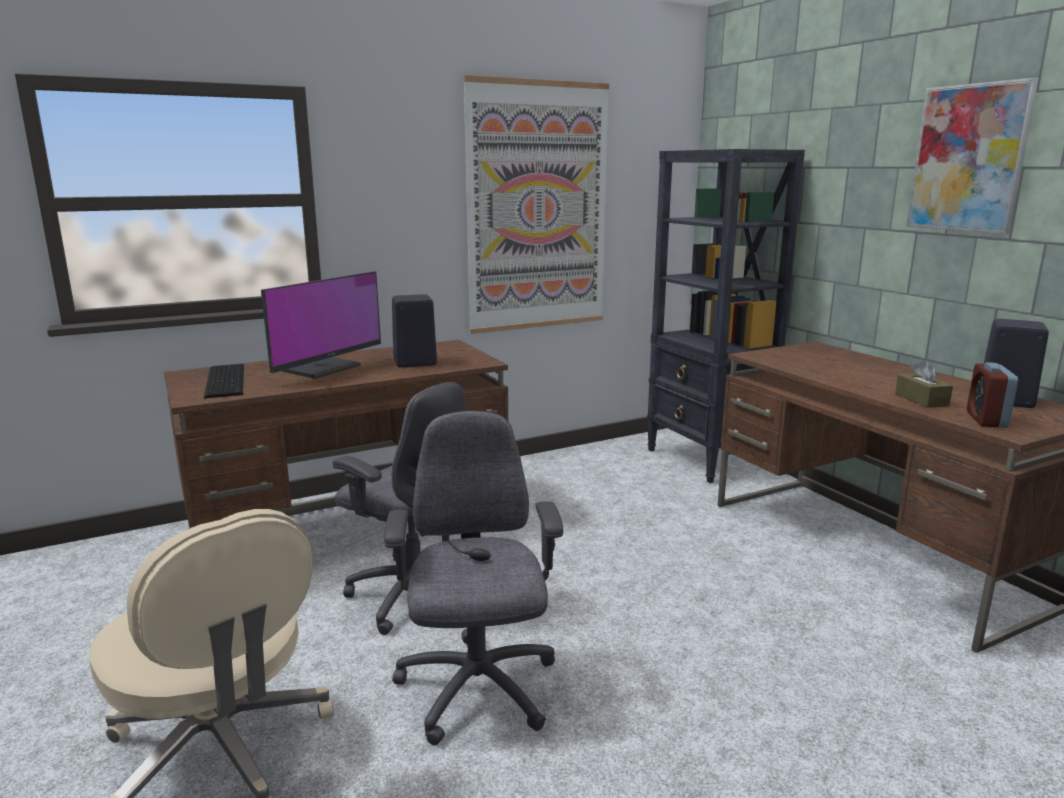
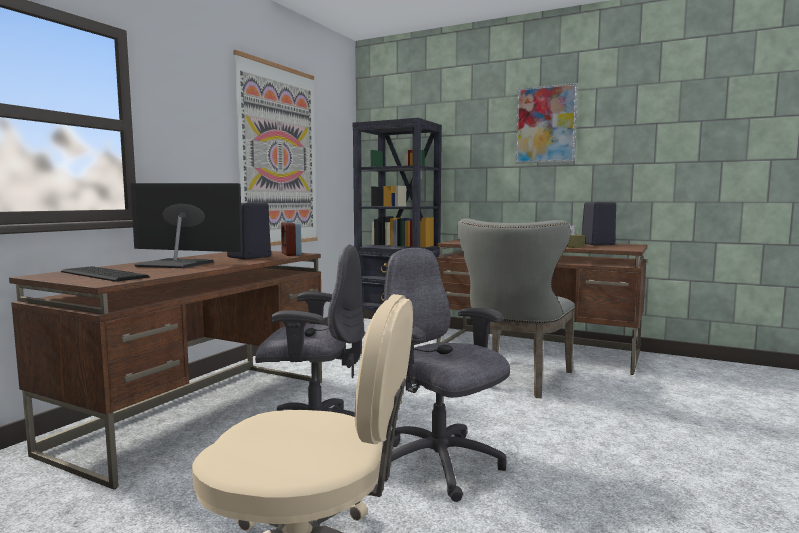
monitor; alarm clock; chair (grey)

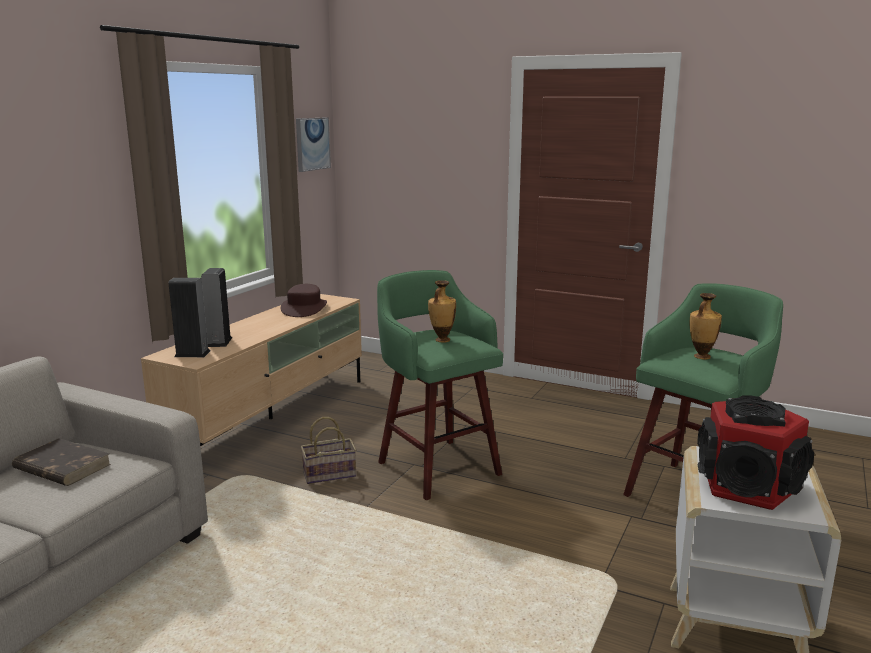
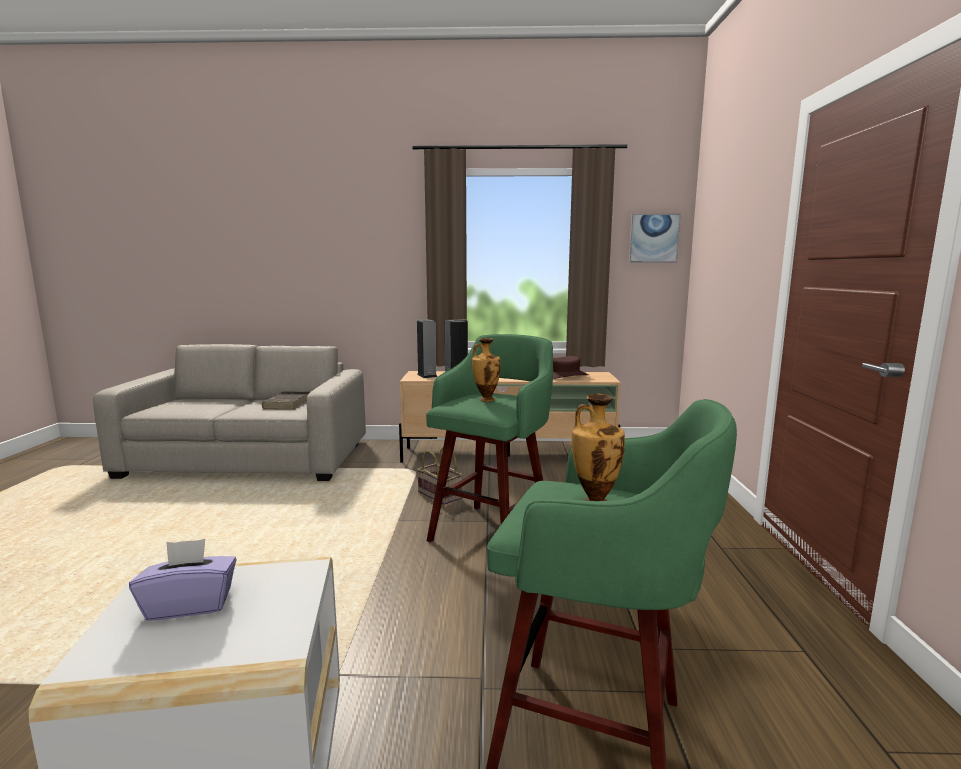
tissue box (purple)

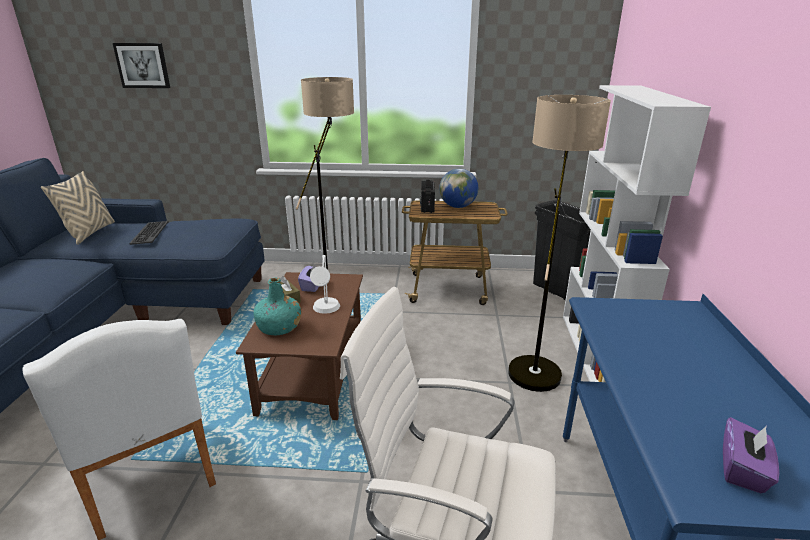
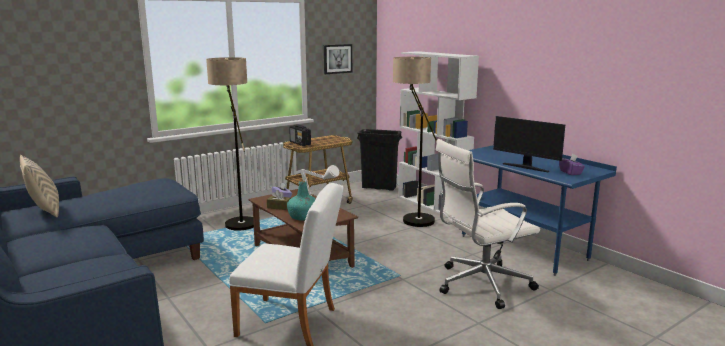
picture; monitor; keyboard; globe

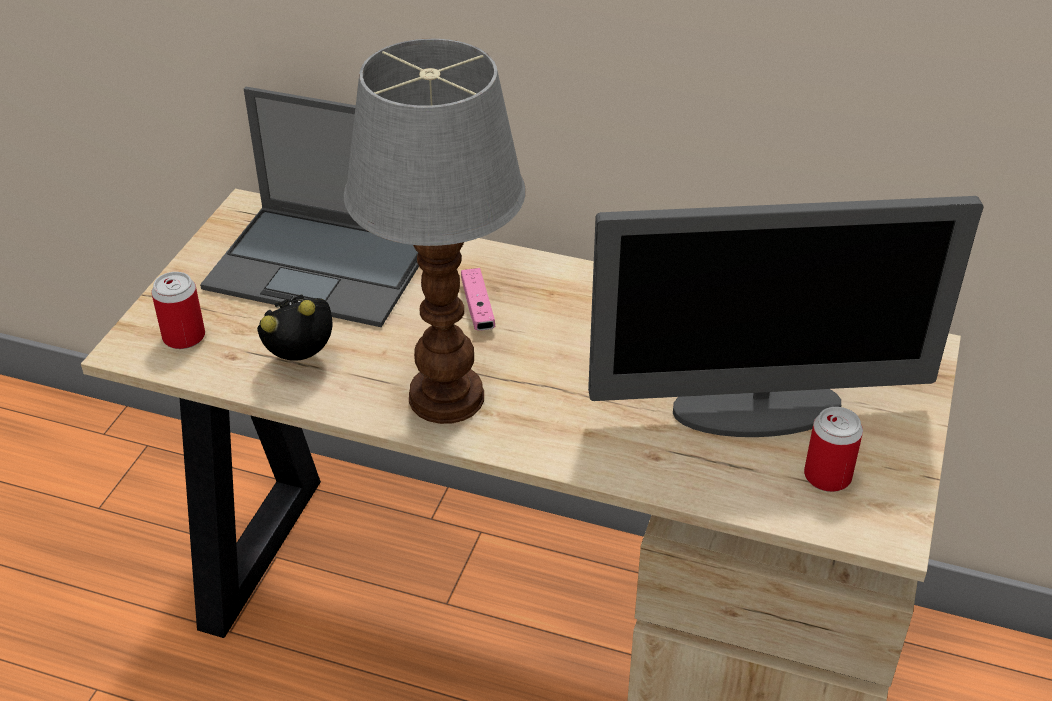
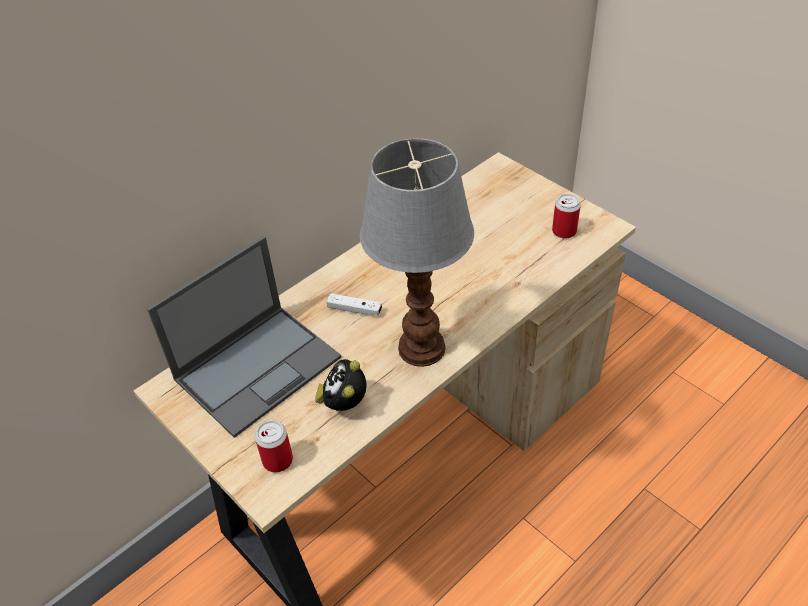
game controller (white); monitor

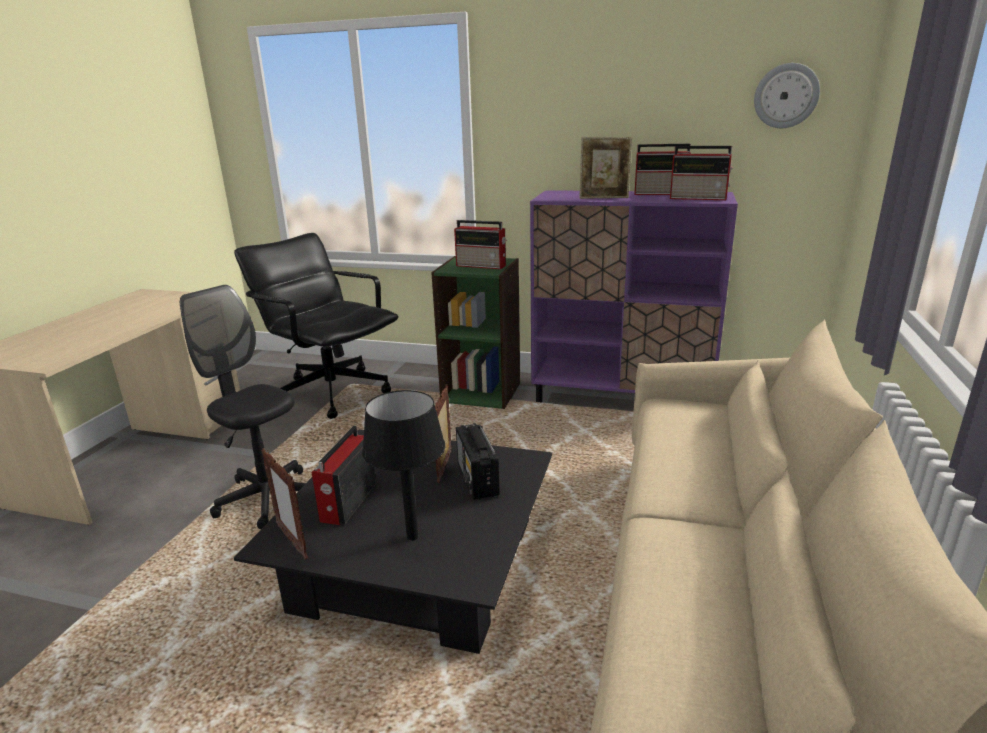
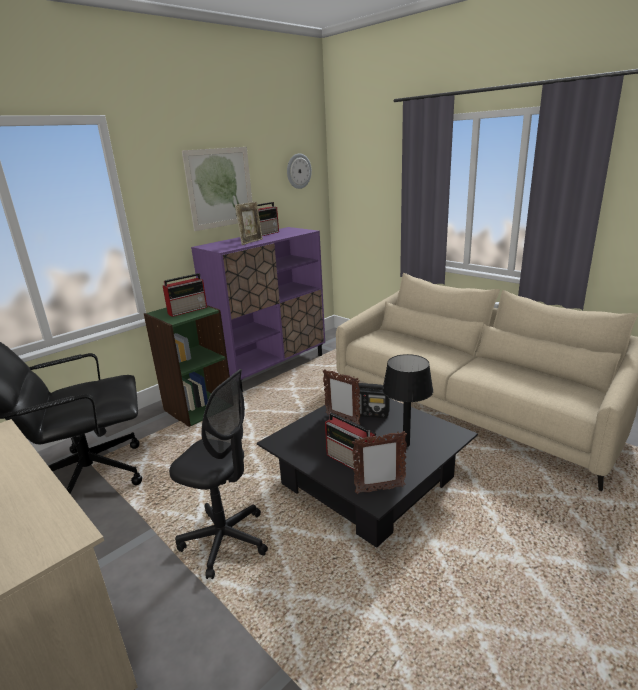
office chair (black) (2nd from left); picture; radio (5th from left in the first image)

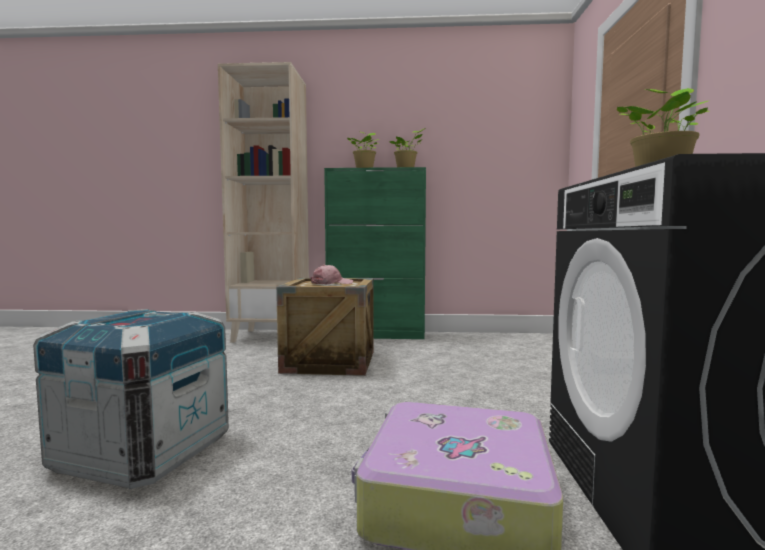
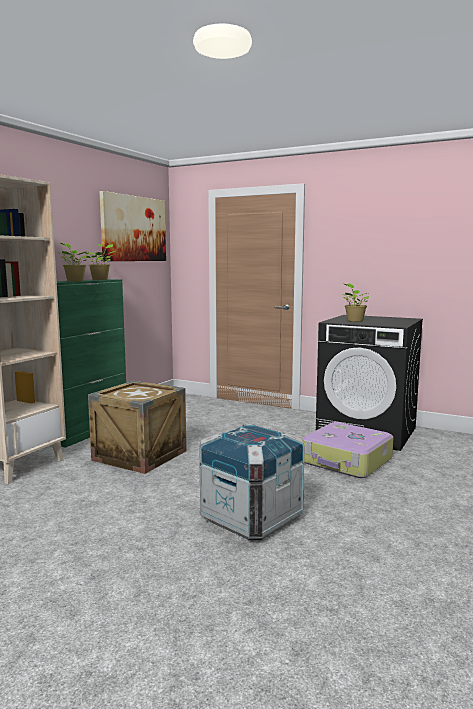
picture; cap (pink)

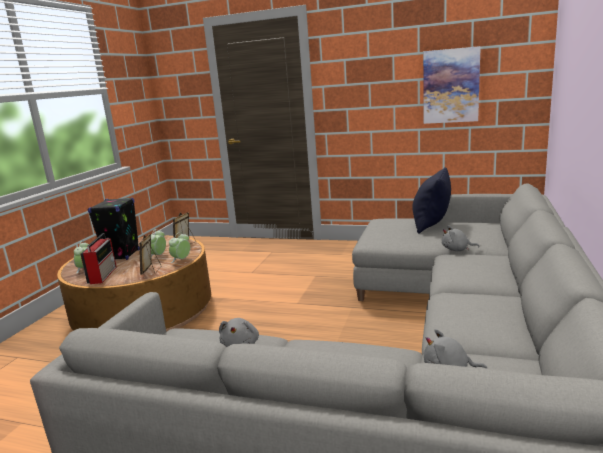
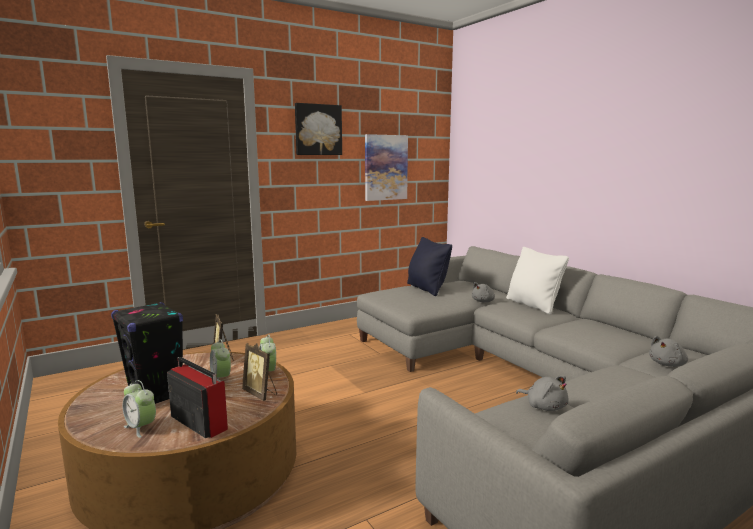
picture (1st from left); pillow (white)

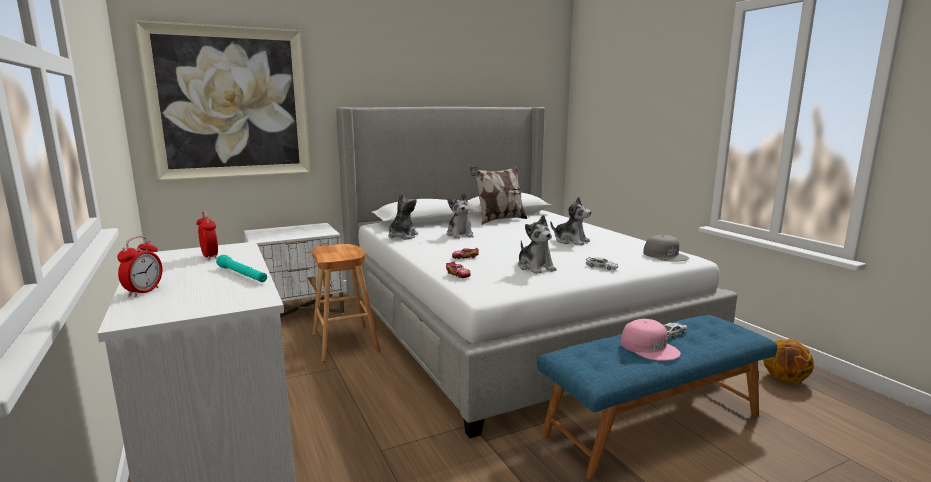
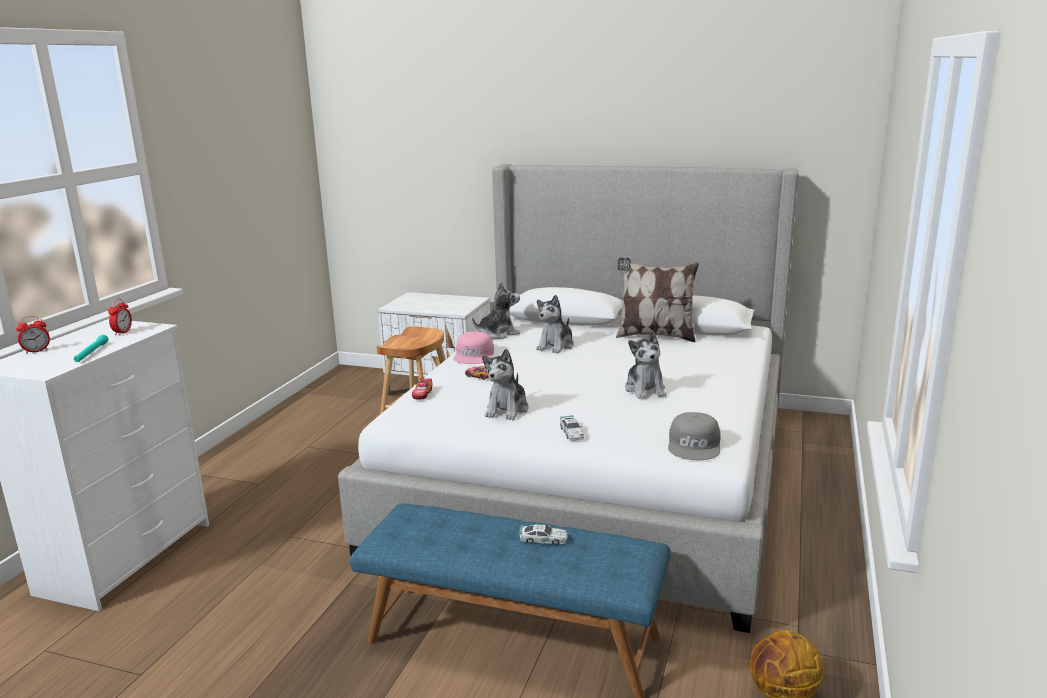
cap (pink); picture

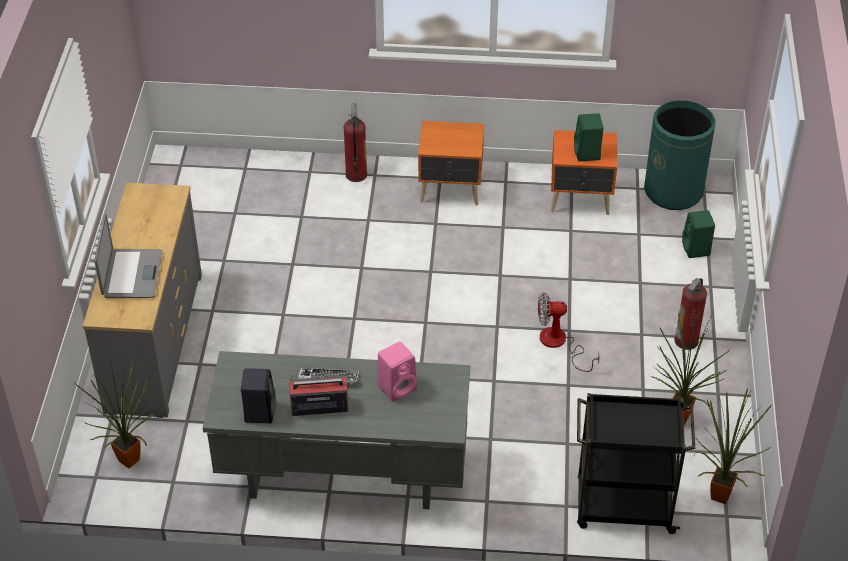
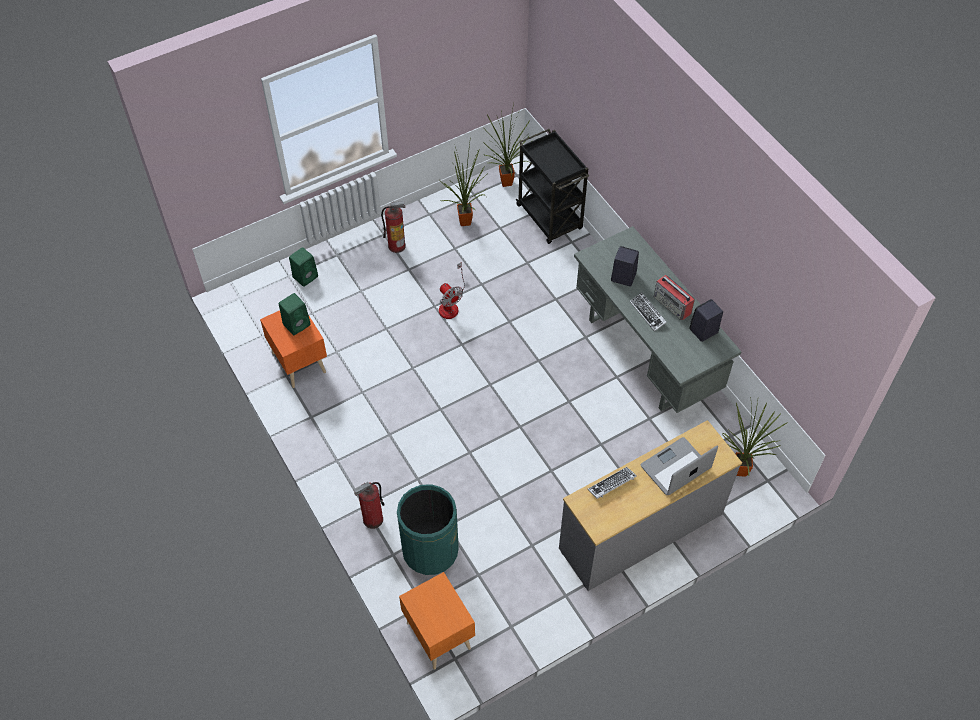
trash can (green); nightstand (orange) (2nd from left); keyboard (1st from left); speaker (black) (1st from left)

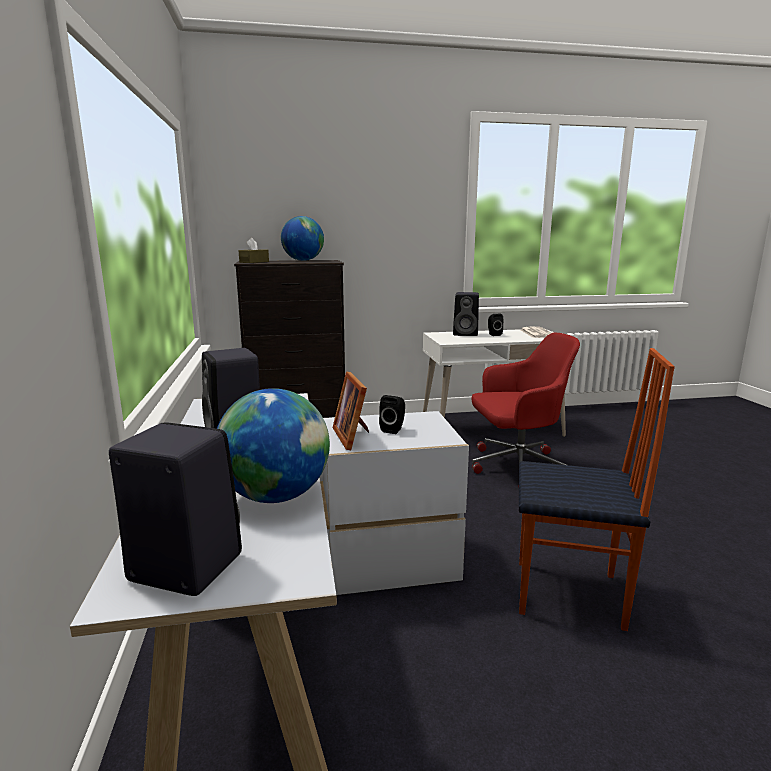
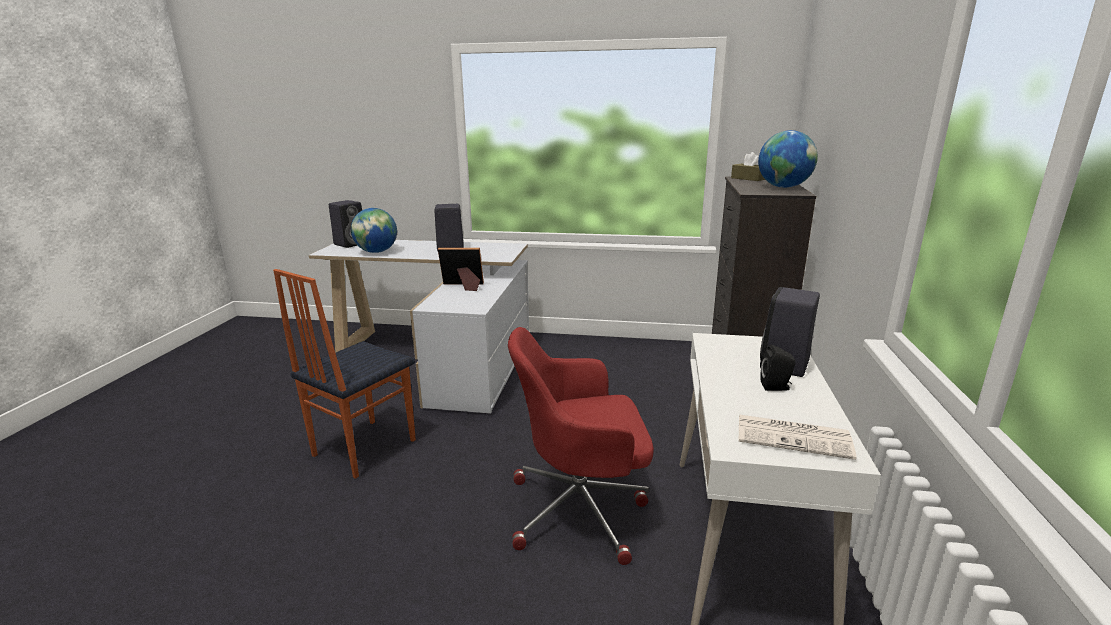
office chair (red); speaker (black) (3rd from left in the first image)

